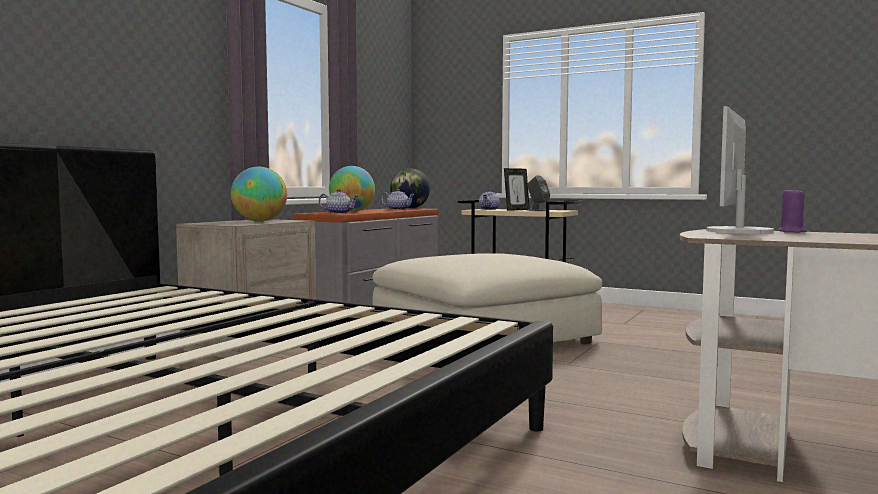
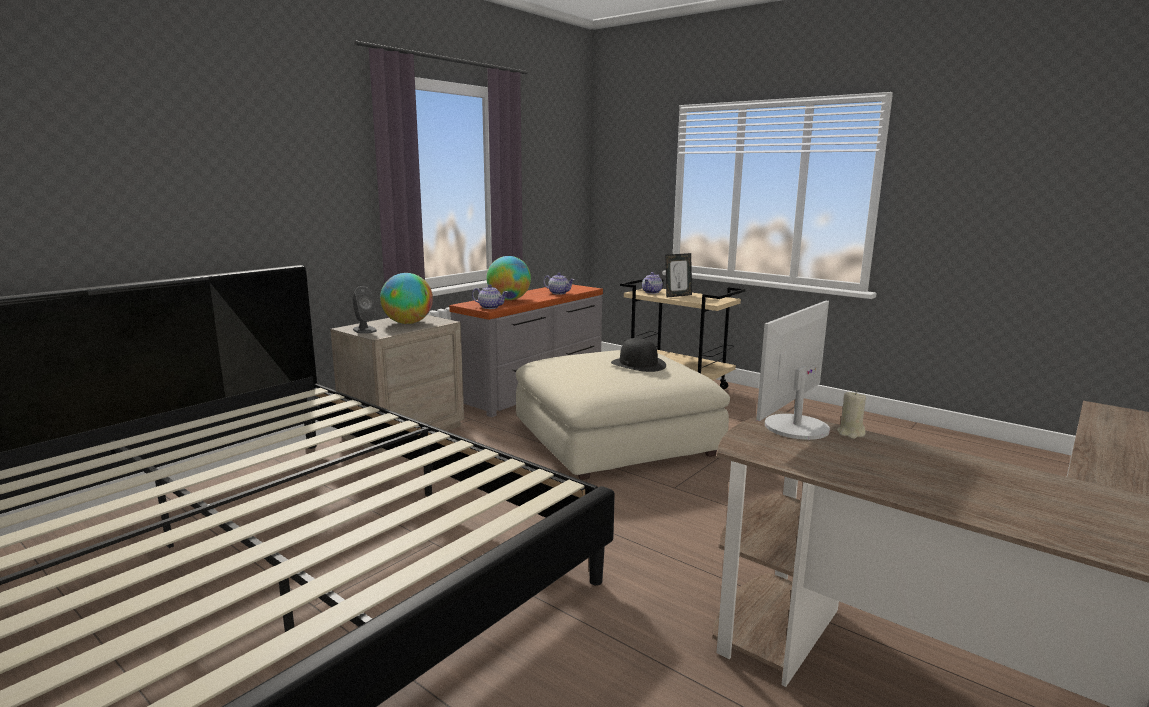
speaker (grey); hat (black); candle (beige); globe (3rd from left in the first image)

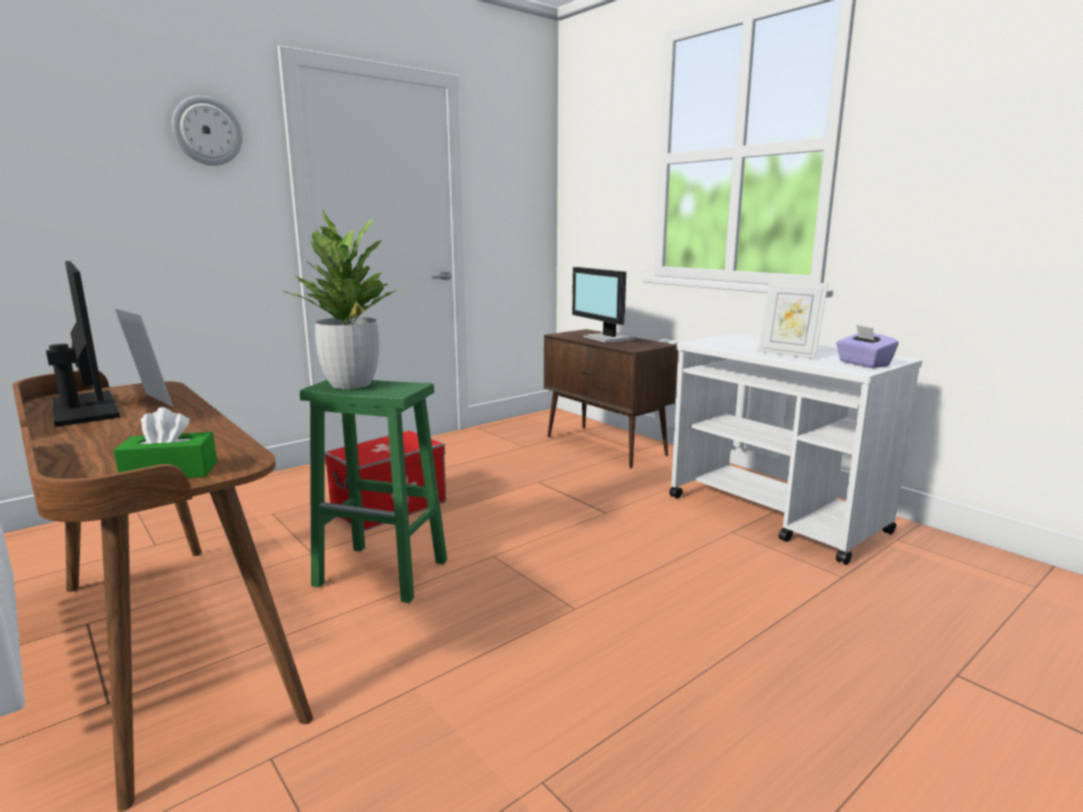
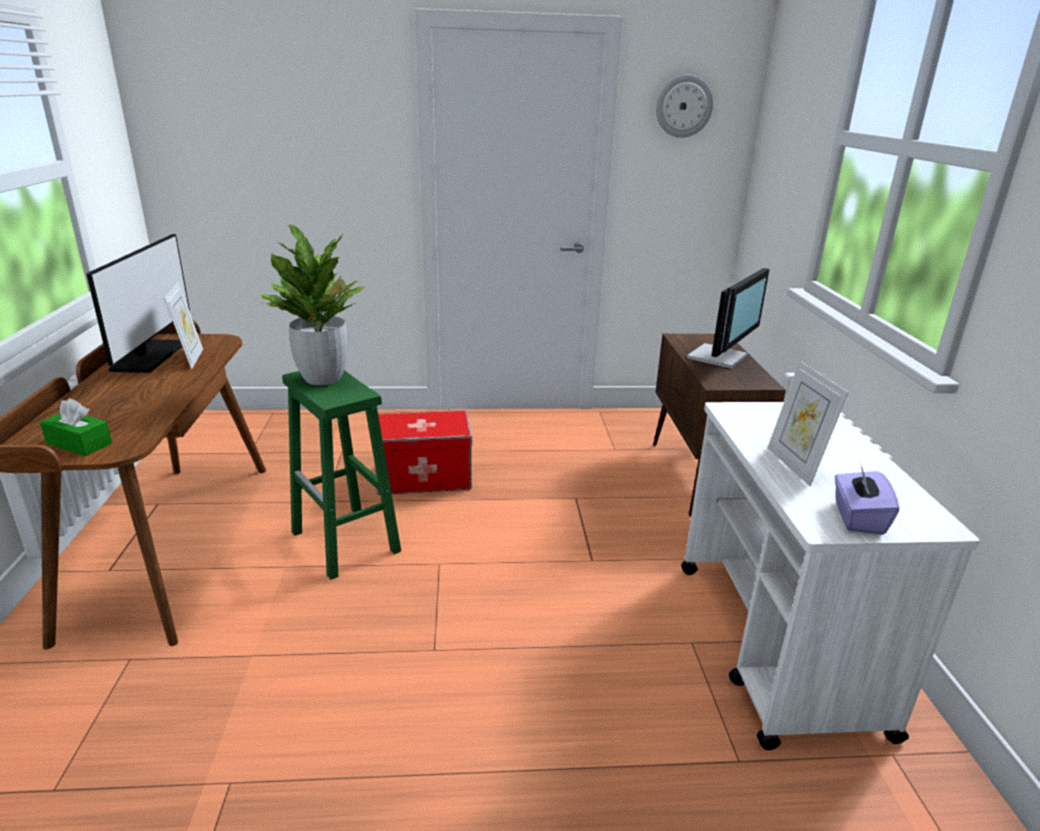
wall clock; monitor (2nd from left)

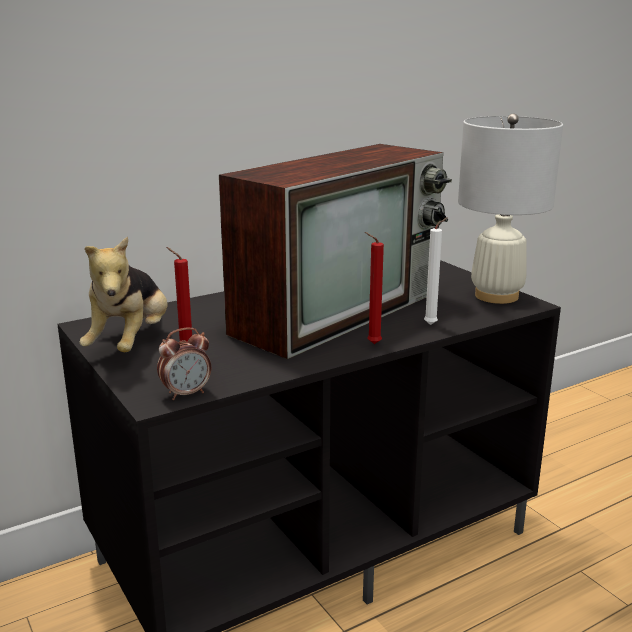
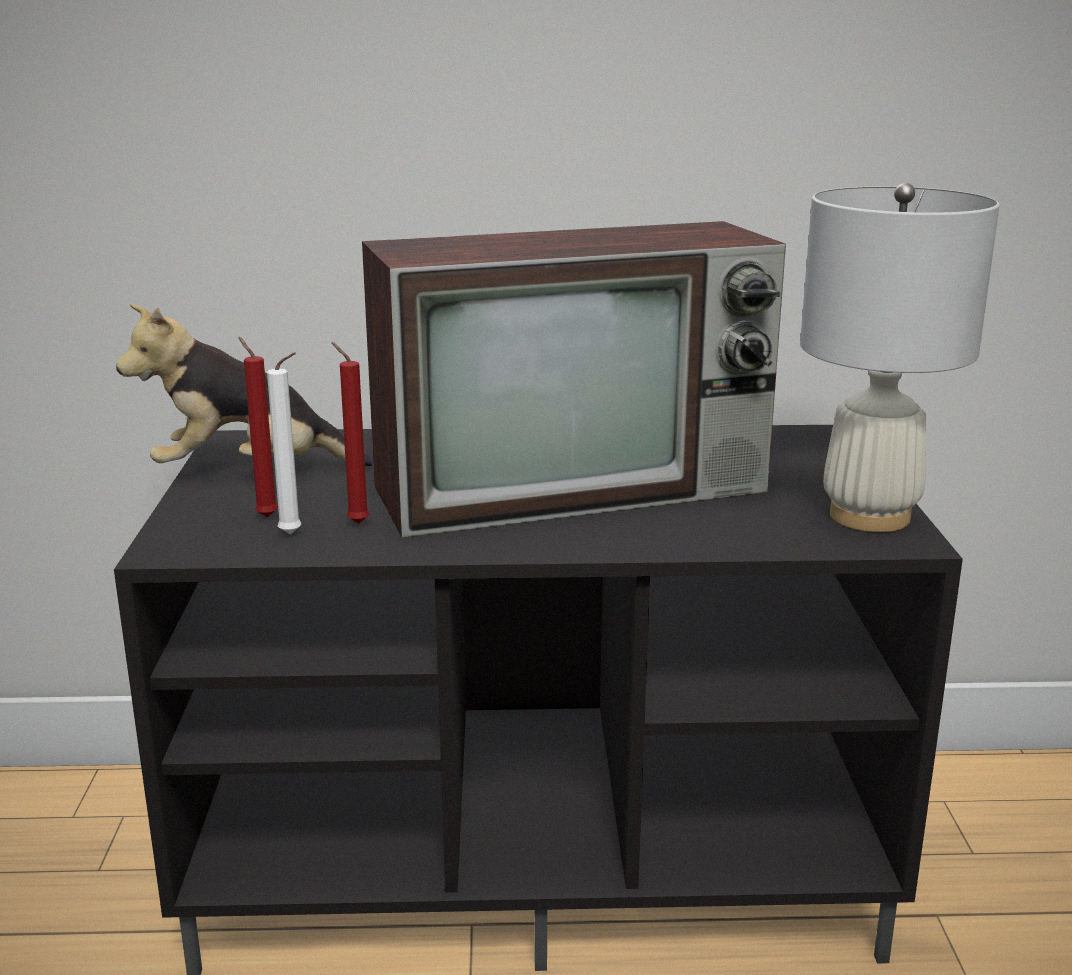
plush toy; candle (white); candle (red) (2nd from left); alarm clock

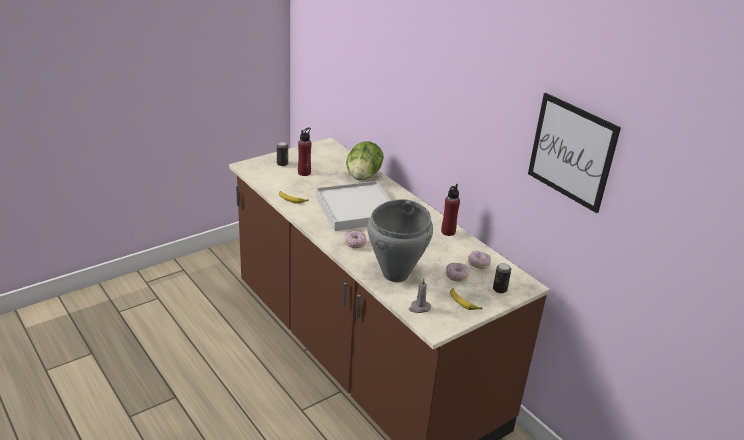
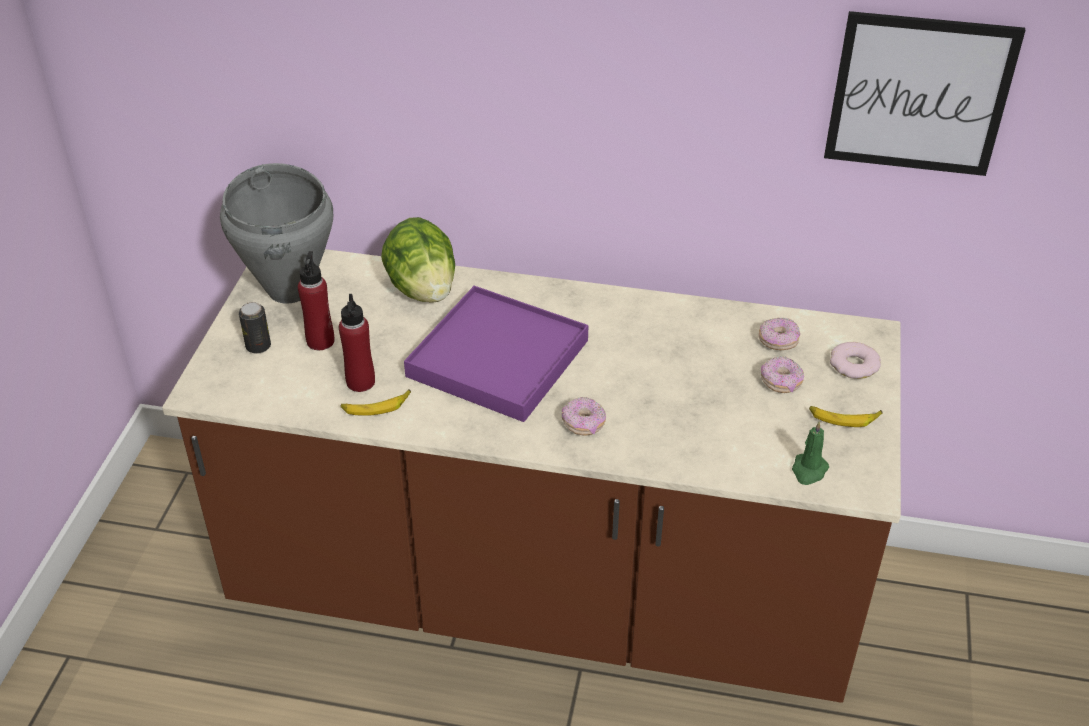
cooking pot (grey); bottle (red) (2nd from left); tray (purple); candle (green); donut (4th from left)

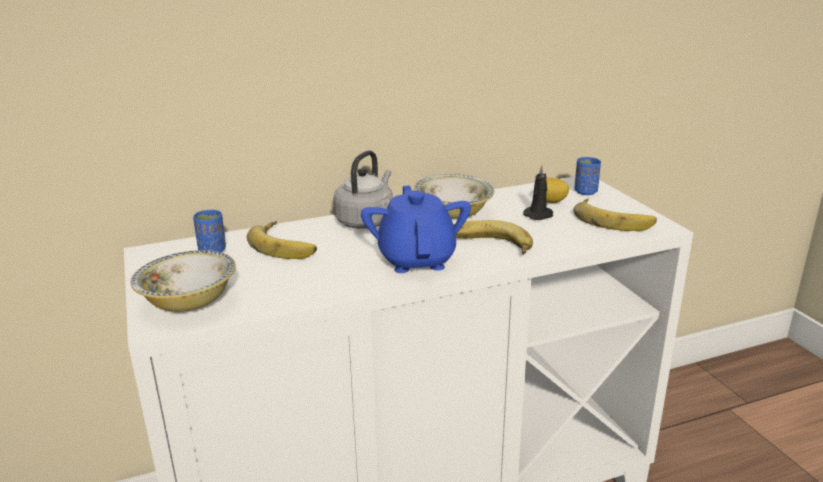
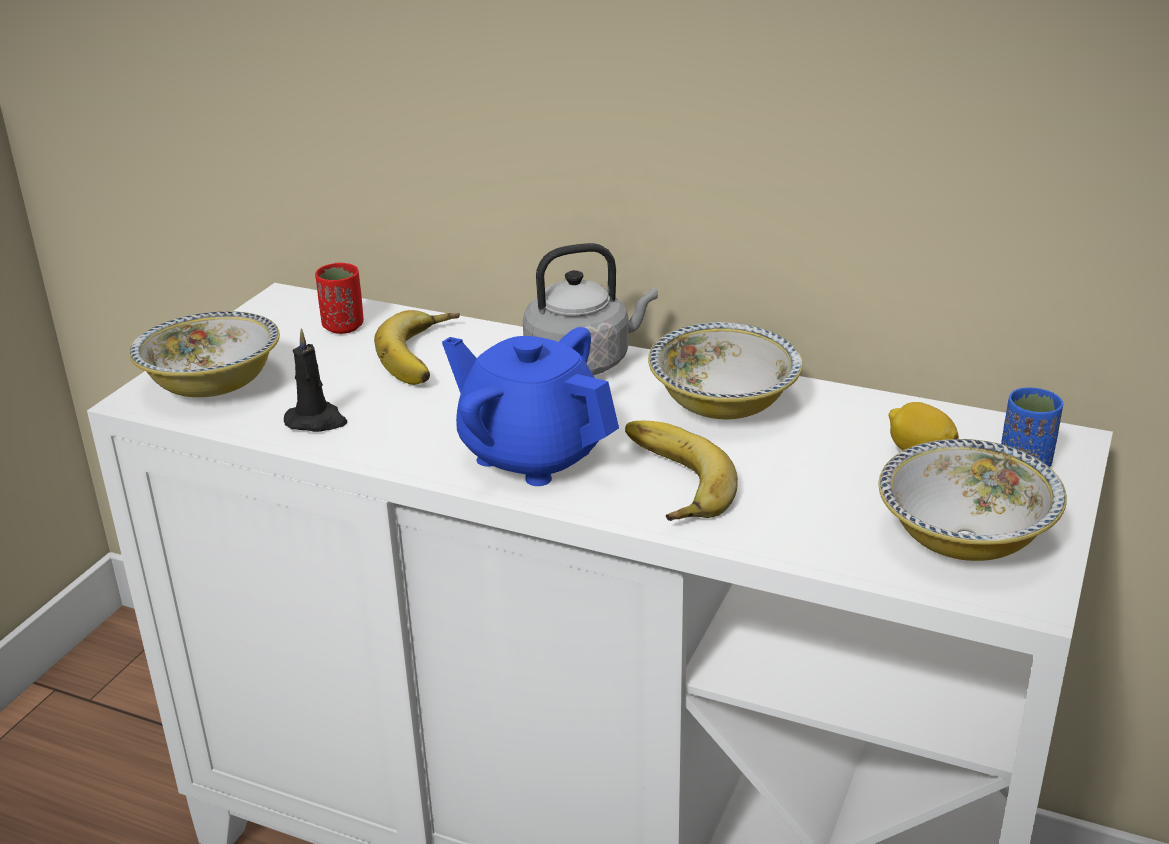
candle (black); cup (red); teapot (blue); bowl (3rd from left)

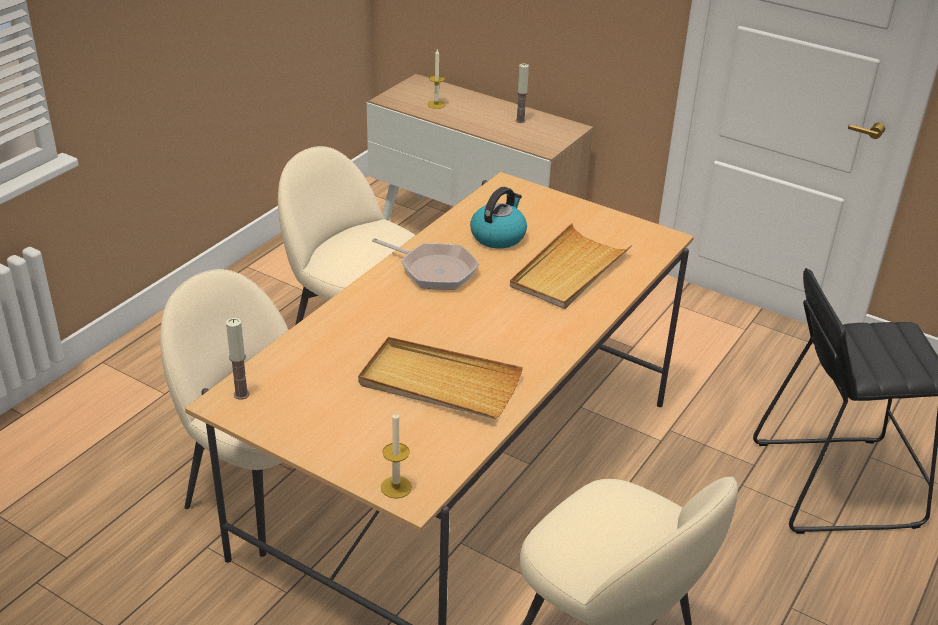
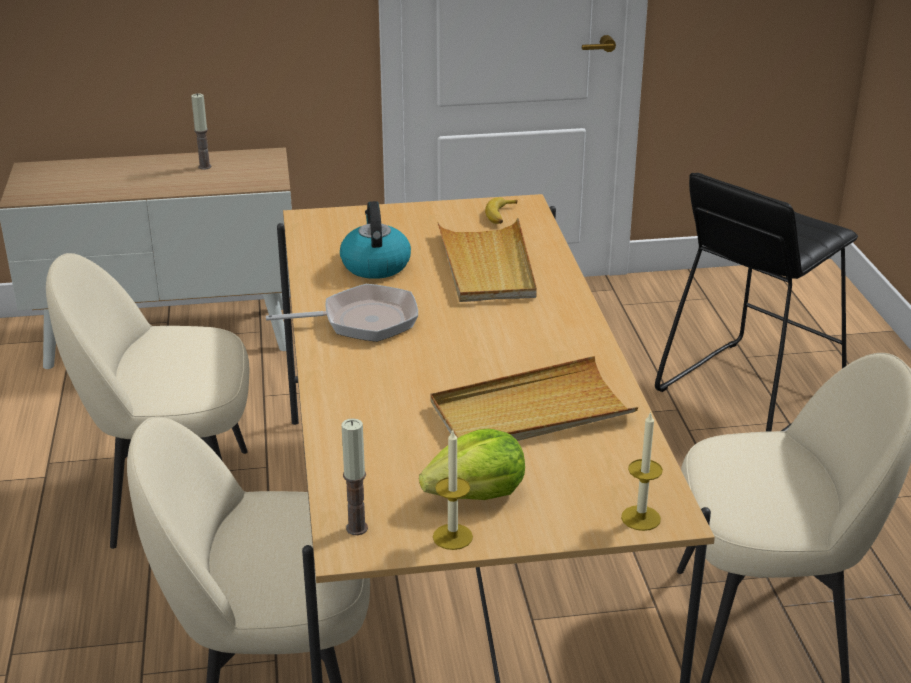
lettuce; candle (3rd from left); banana

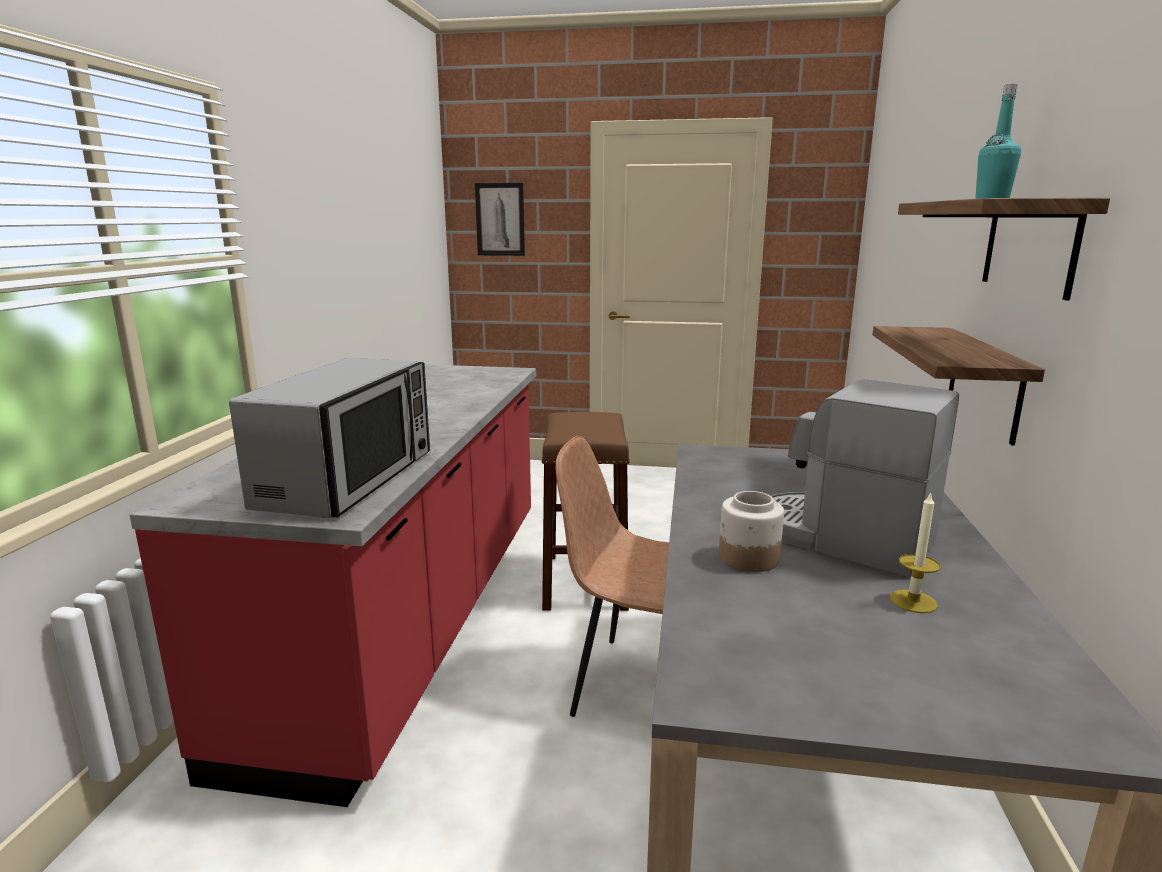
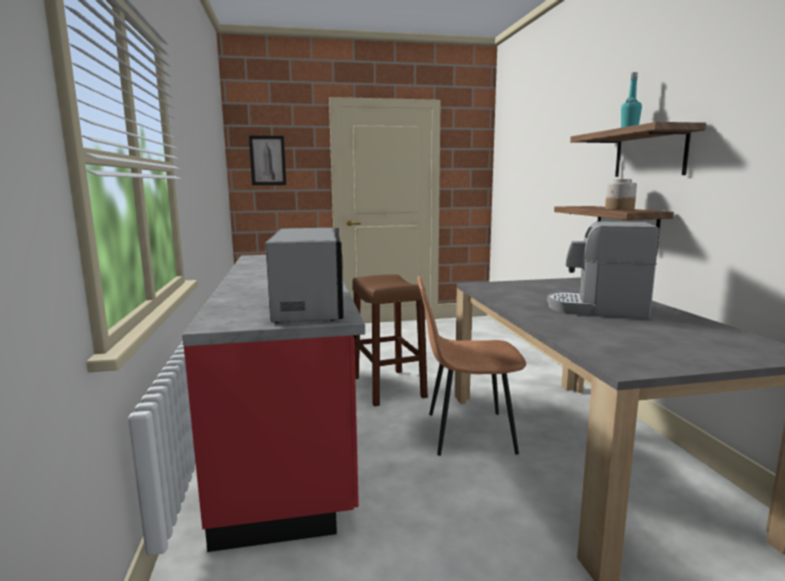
jar; candle

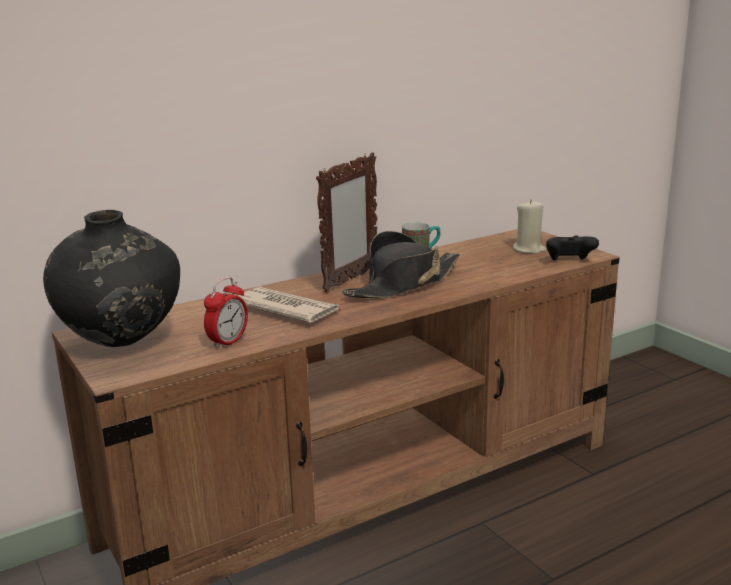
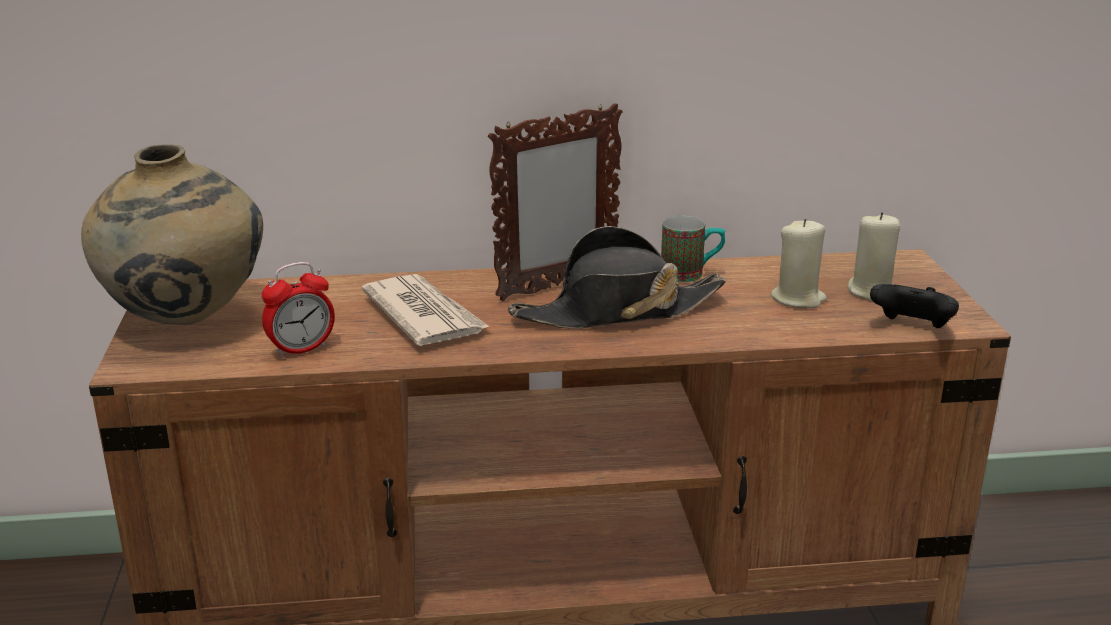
vase (beige); candle (beige) (1st from left)

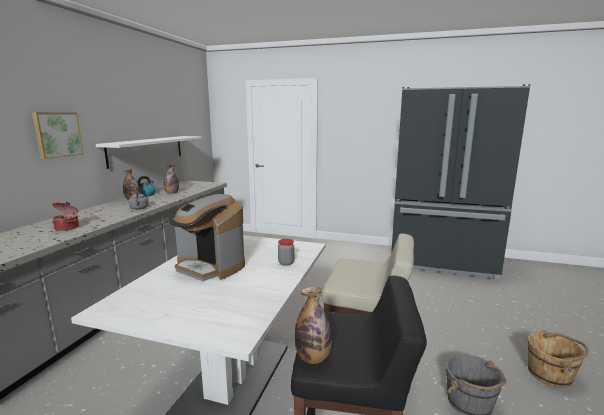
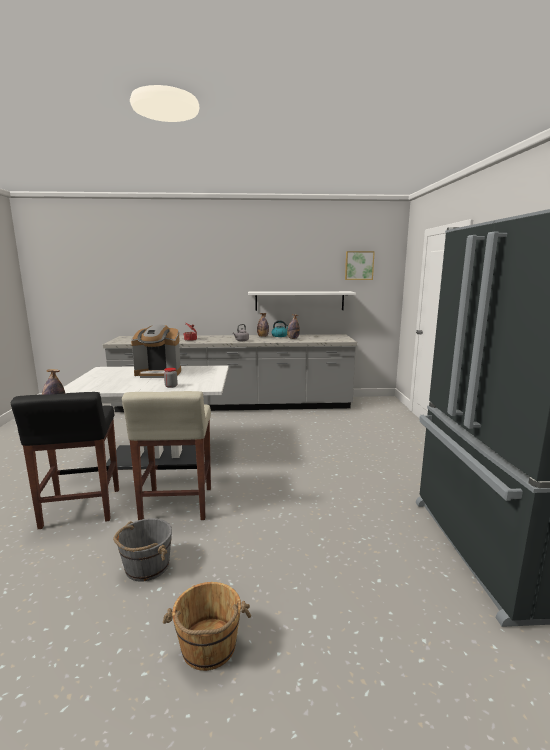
coffee machine; picture

